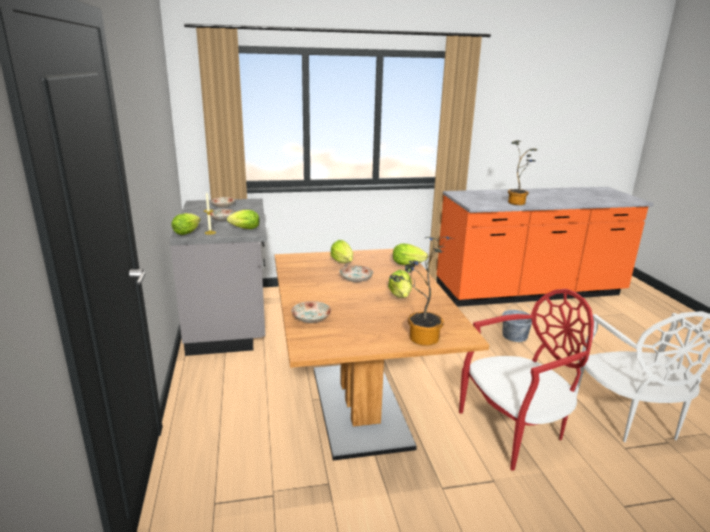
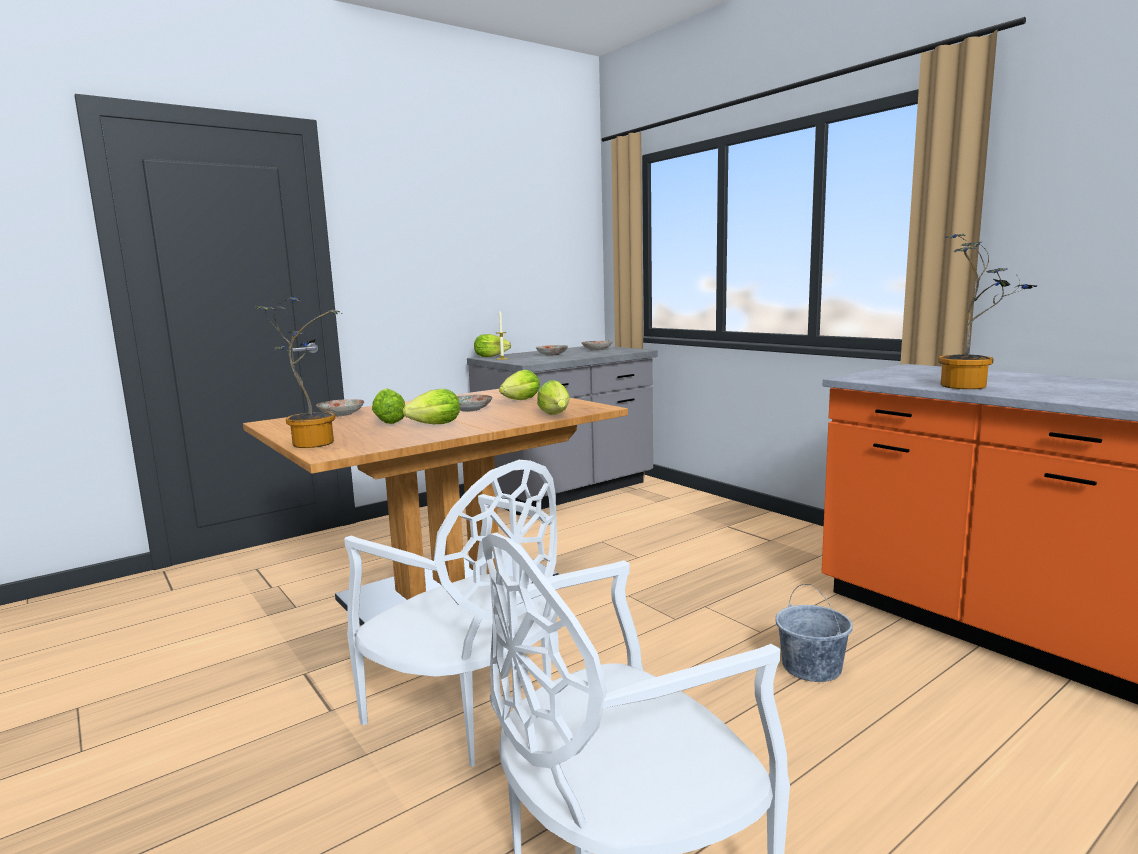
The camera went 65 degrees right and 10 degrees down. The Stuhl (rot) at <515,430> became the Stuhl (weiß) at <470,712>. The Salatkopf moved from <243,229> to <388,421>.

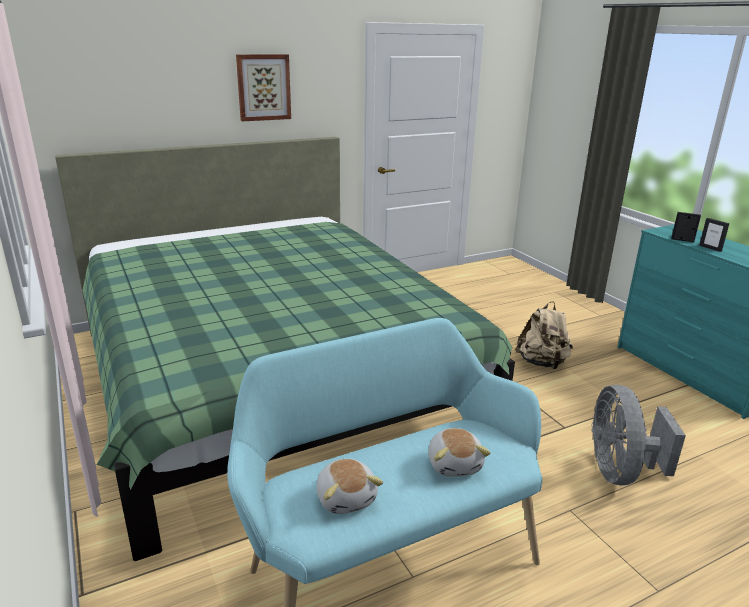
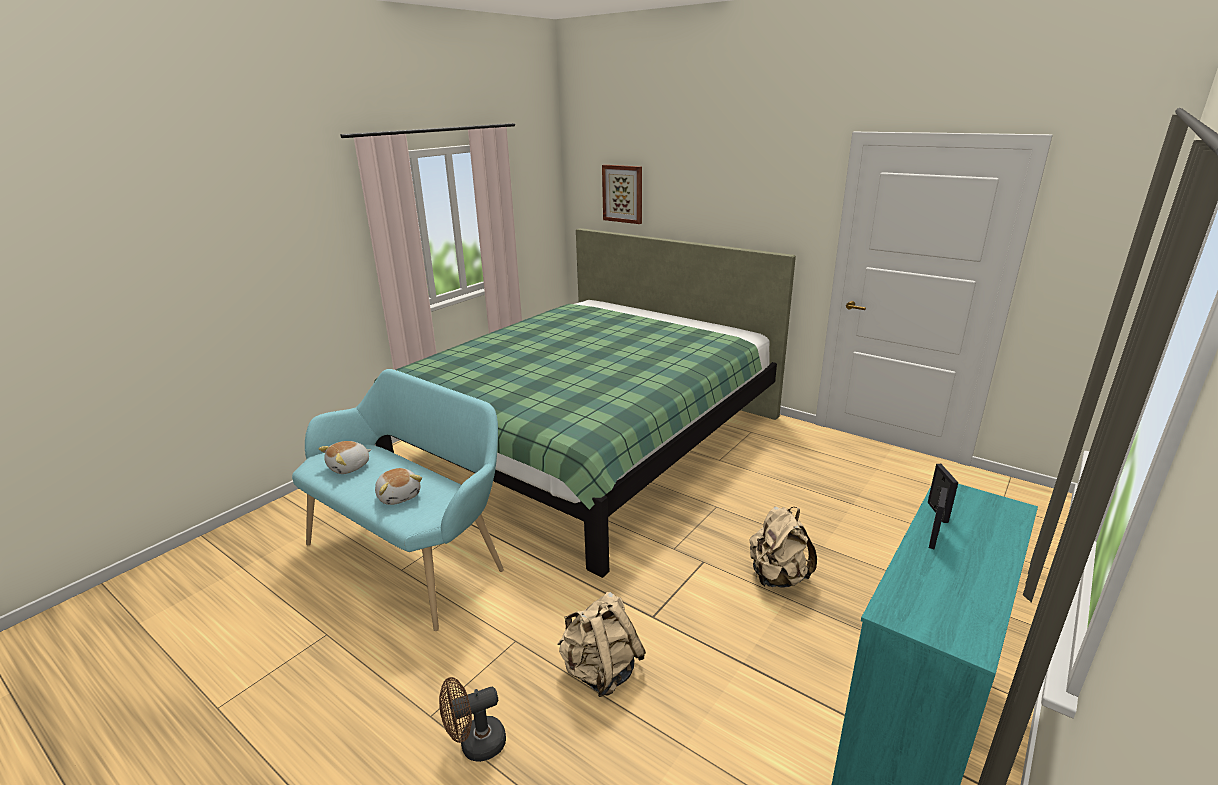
The camera went 65 degrees right and 0 degrees up. The Plüschtier at <455,464> turned 90 degrees counterclockwise. The Ventilator (braun) at <475,745> appeared. The Ventilator (grau) at <620,471> was replaced by the Rucksack (beige) at <600,671>. The Bild moved from <263,87> to <623,194>.

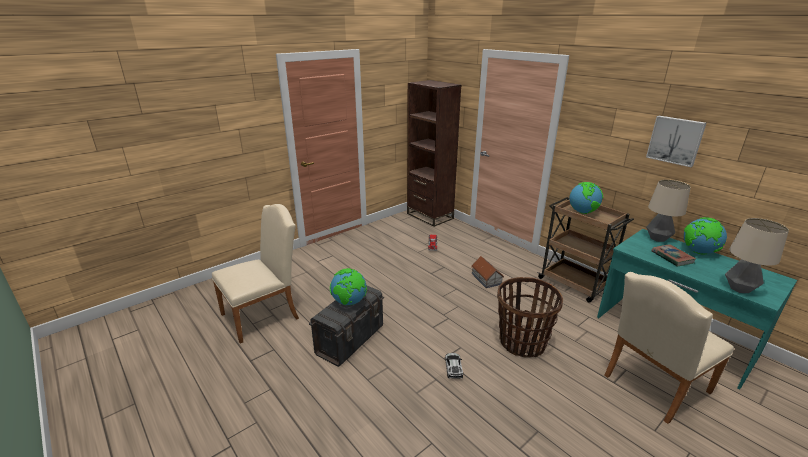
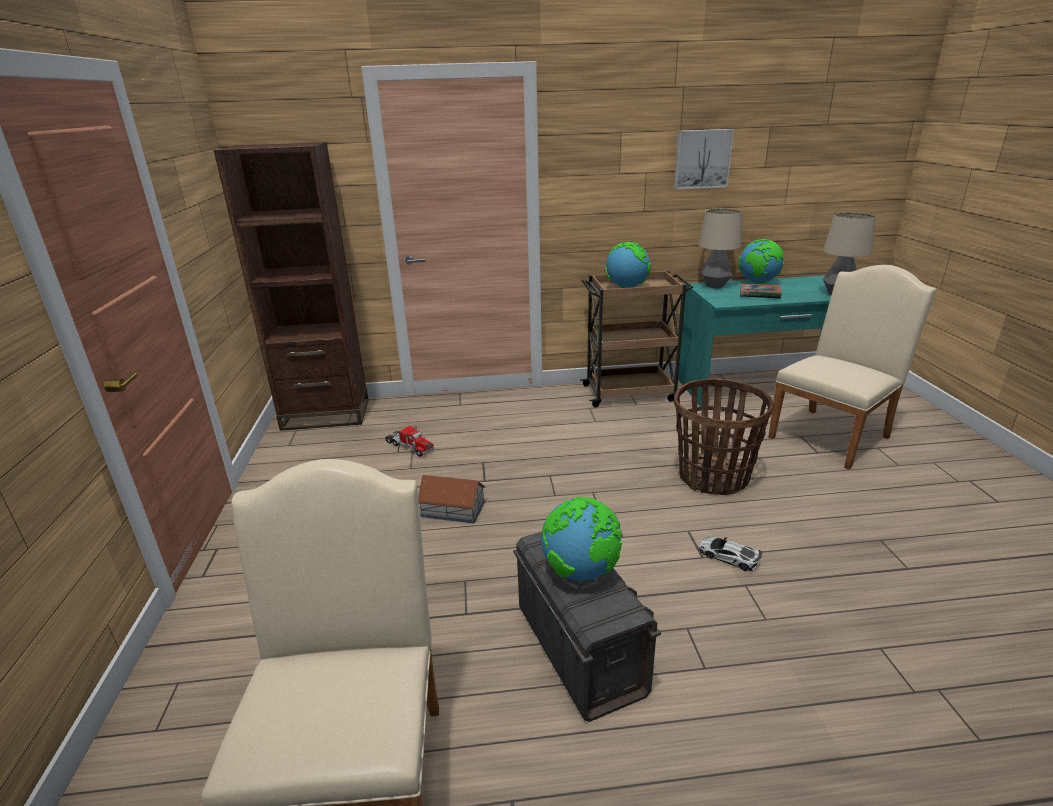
The camera went 55 degrees left and 0 degrees up. The Spielzeughaus moved from <486,278> to <452,509>. The Stuhl (beige) at <652,386> turned 135 degrees counterclockwise.

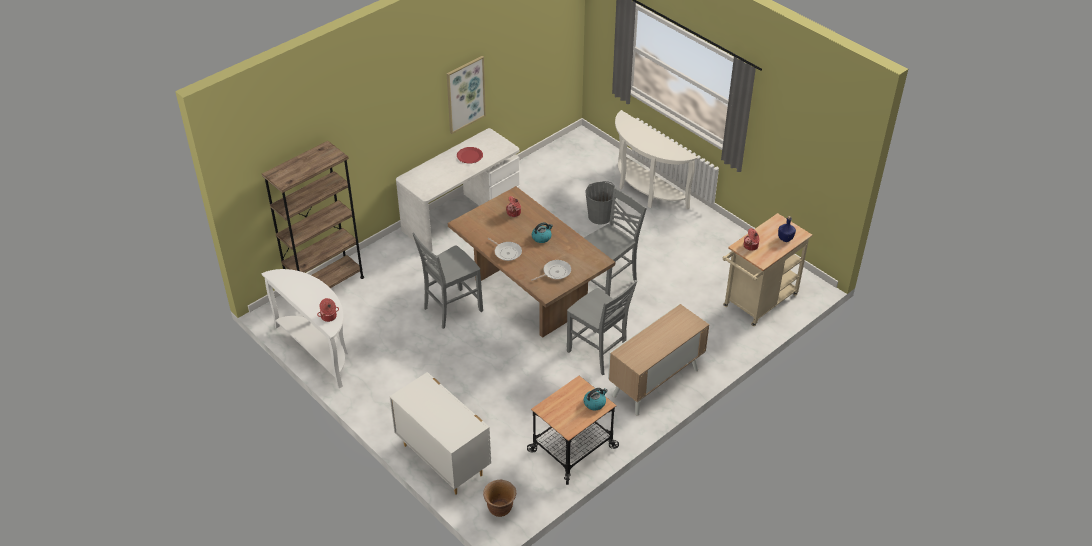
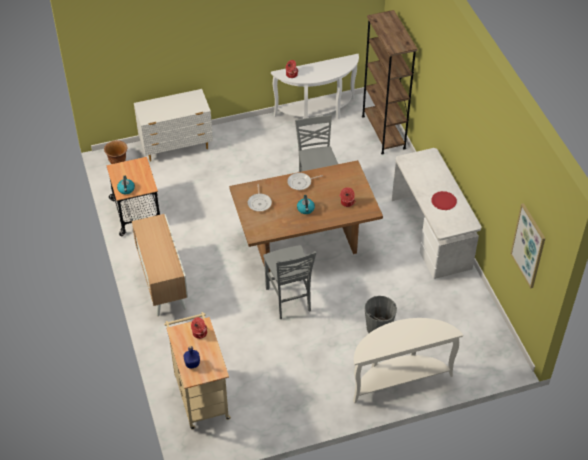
The camera went 115 degrees right and 5 degrees up. The Bild moved from <465,94> to <528,245>. The Stuhl (grau) at <598,354> disappeared.

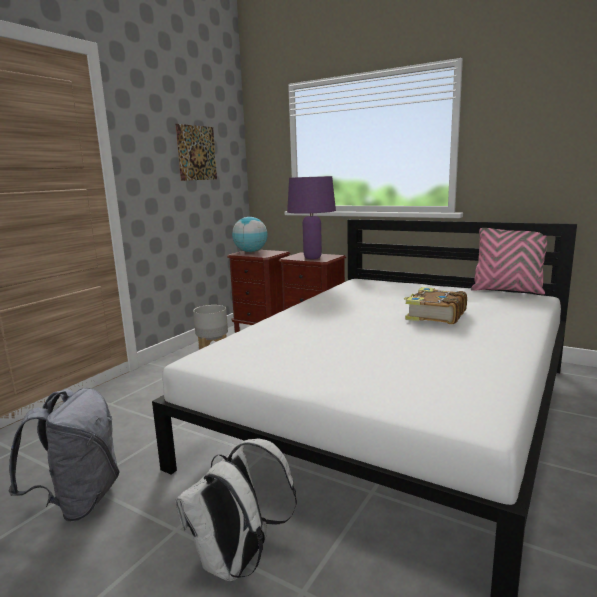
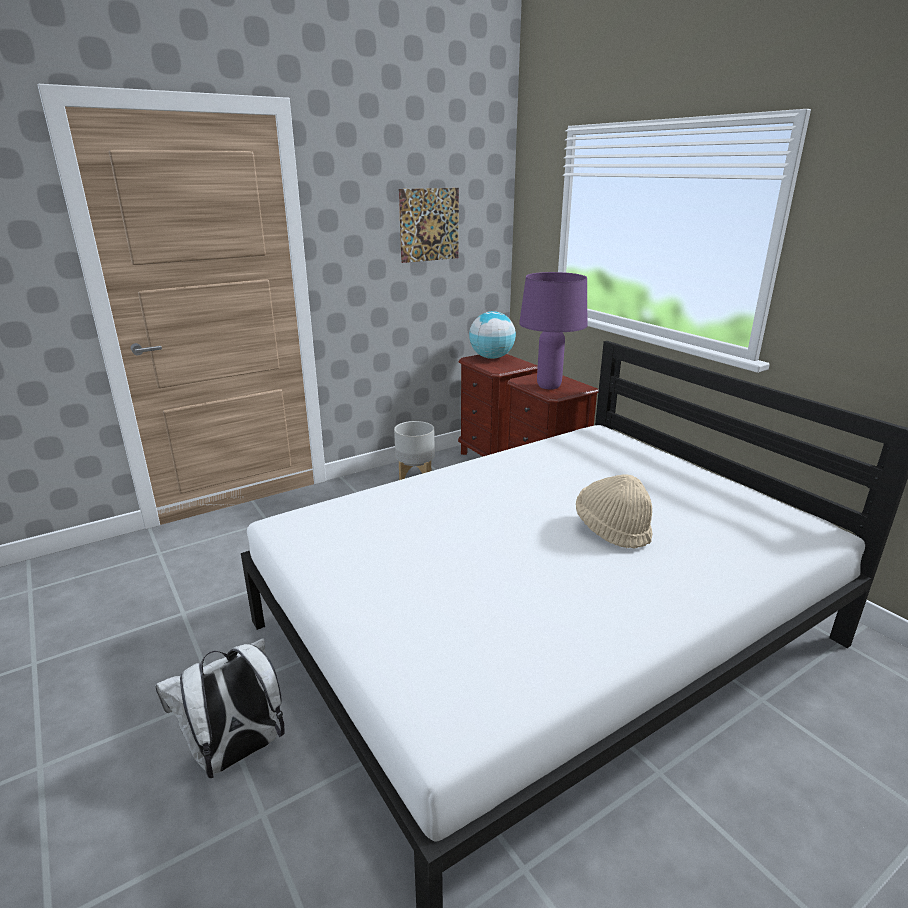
The camera went 25 degrees right and 10 degrees up. The Buch at <434,315> was replaced by the Hut (beige) at <612,529>. The Rucksack (grau) at <79,501> disappeared. The Kissen (rosa) at <507,291> disappeared.

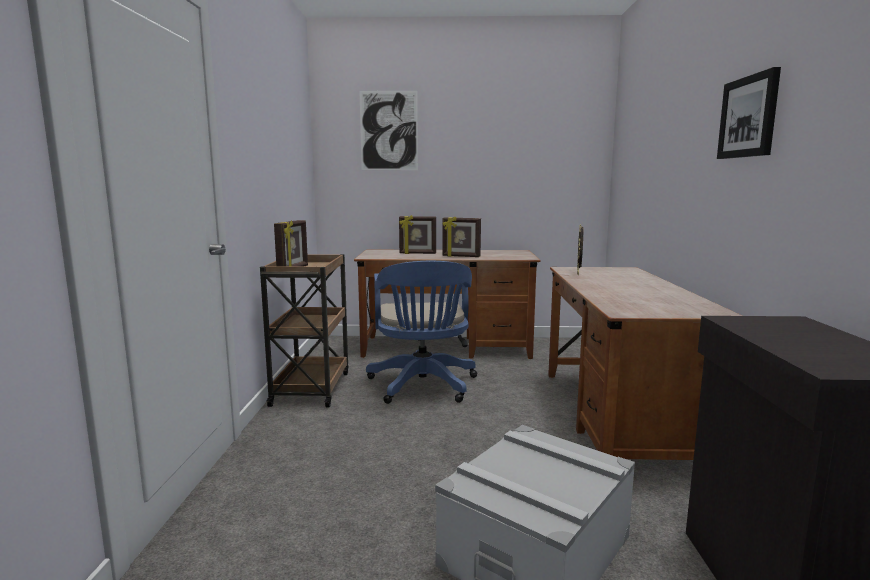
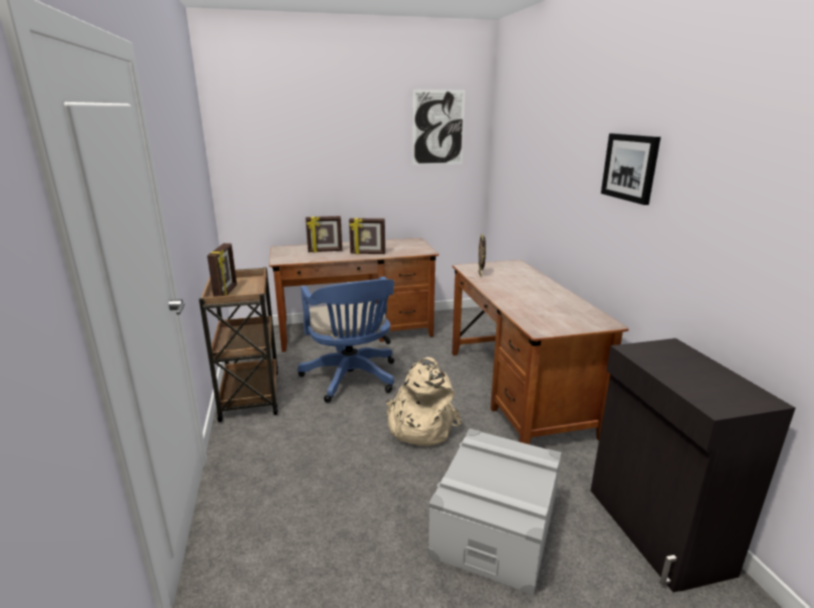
The camera went 15 degrees left and 10 degrees up. The Rucksack (beige) at <419,426> appeared. The Bild moved from <389,131> to <438,128>.

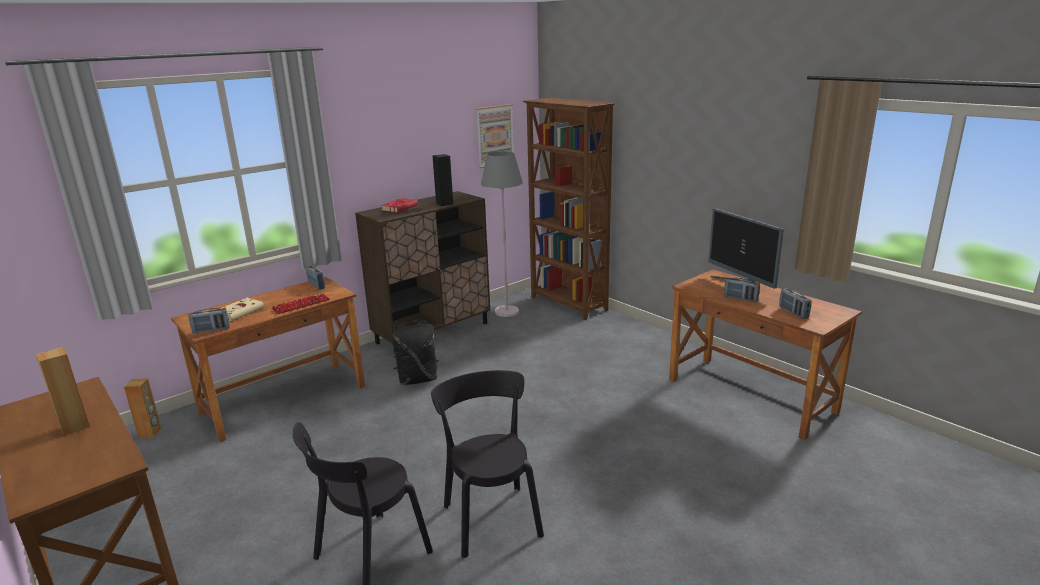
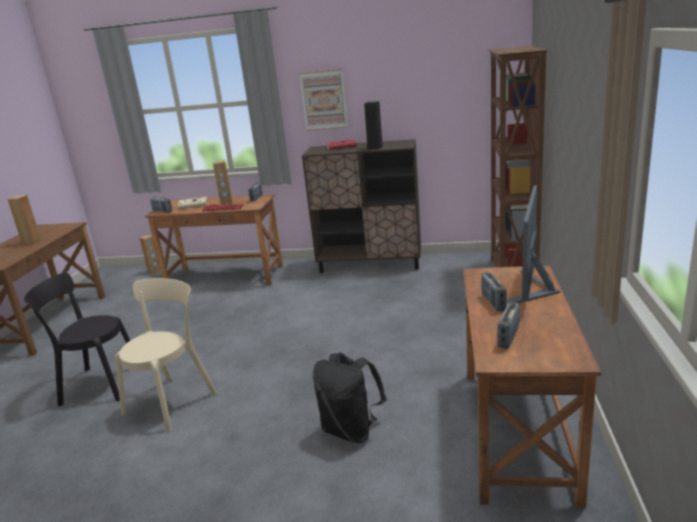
The camera went 50 degrees right and 0 degrees up. The Stuhl (schwarz) at <491,516> became the Stuhl (beige) at <173,401>. The Lautsprecher (braun) at <226,203> appeared. The Bild moved from <494,135> to <324,100>. The Rucksack (schwarz) moved from <418,379> to <351,430>. The Stehlampe (grau) at <507,311> disappeared.

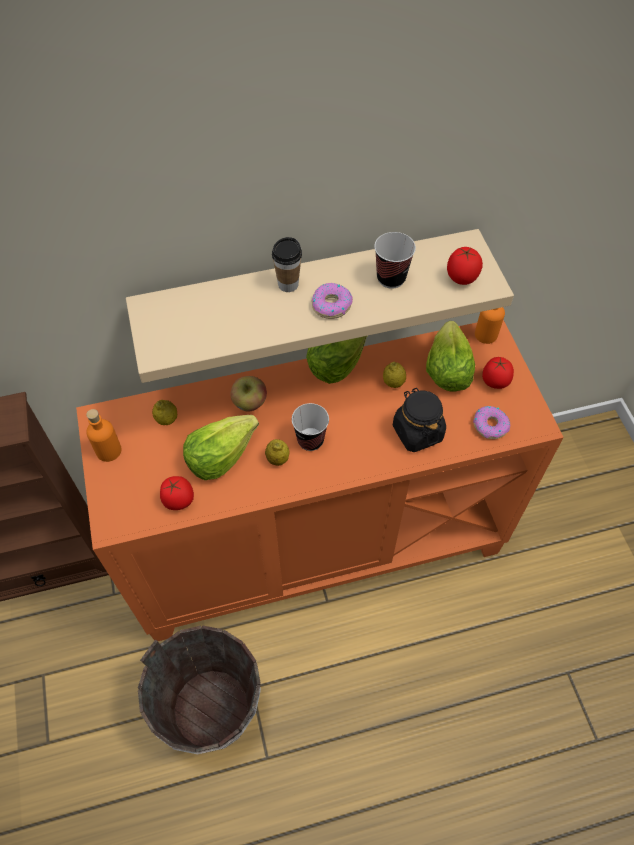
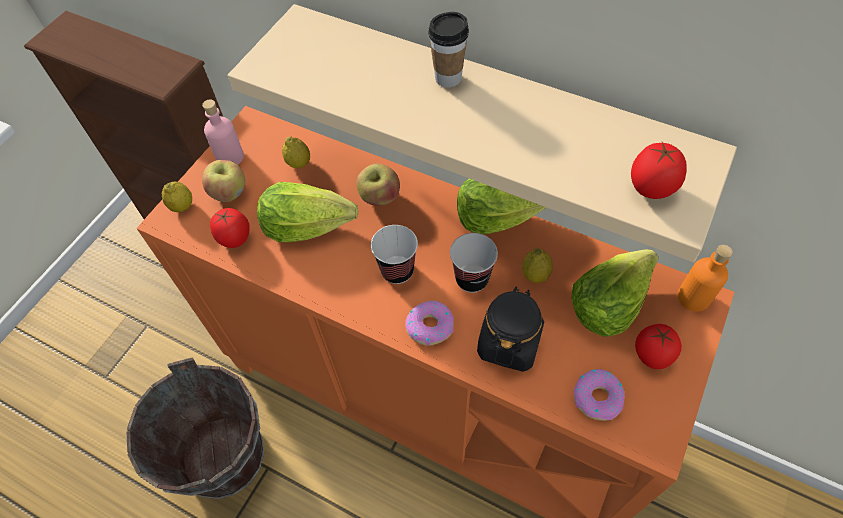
The camera went 45 degrees right and 0 degrees up. The Zitrone moved from <277,459> to <182,206>. The Flasche (orange) at <109,450> became the Flasche (rosa) at <230,157>. The Apfel at <229,193> appeared. The Donut moved from <331,305> to <429,326>. The Tasse moved from <391,278> to <472,279>.

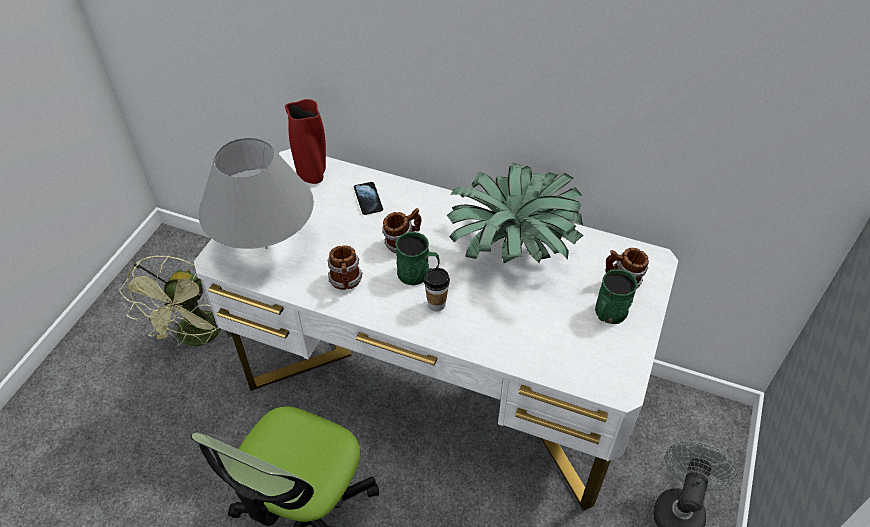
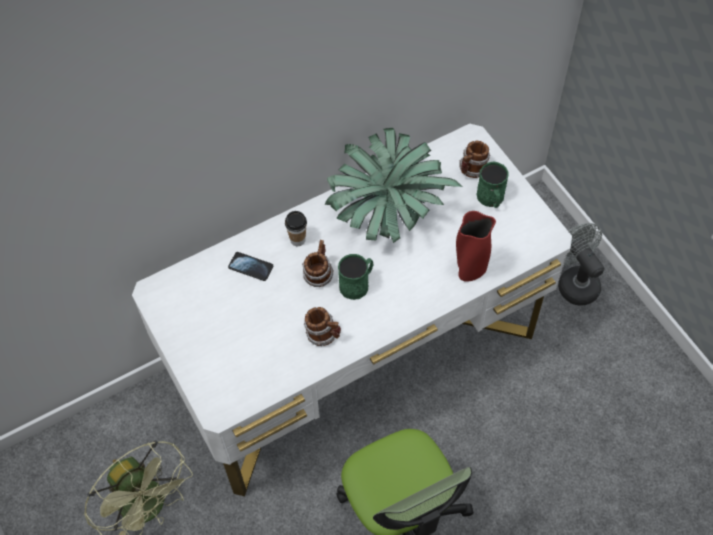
The camera went 50 degrees left and 10 degrees up. The Tasse moved from <436,304> to <297,240>. The Vase (rot) moved from <313,176> to <470,271>. The Tischlampe (grau) at <266,248> disappeared.

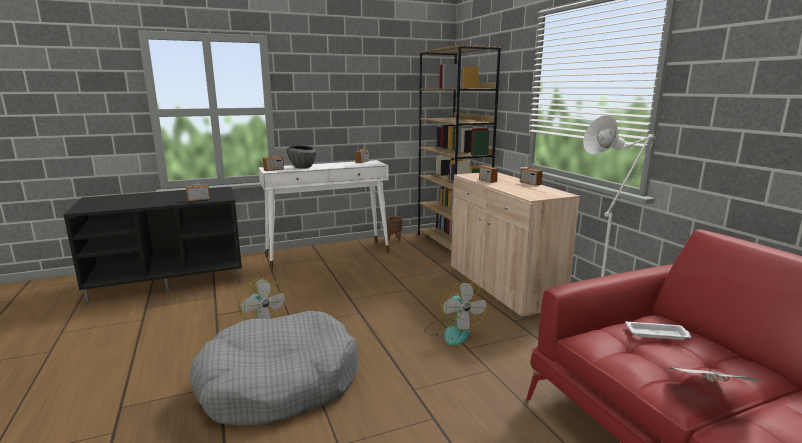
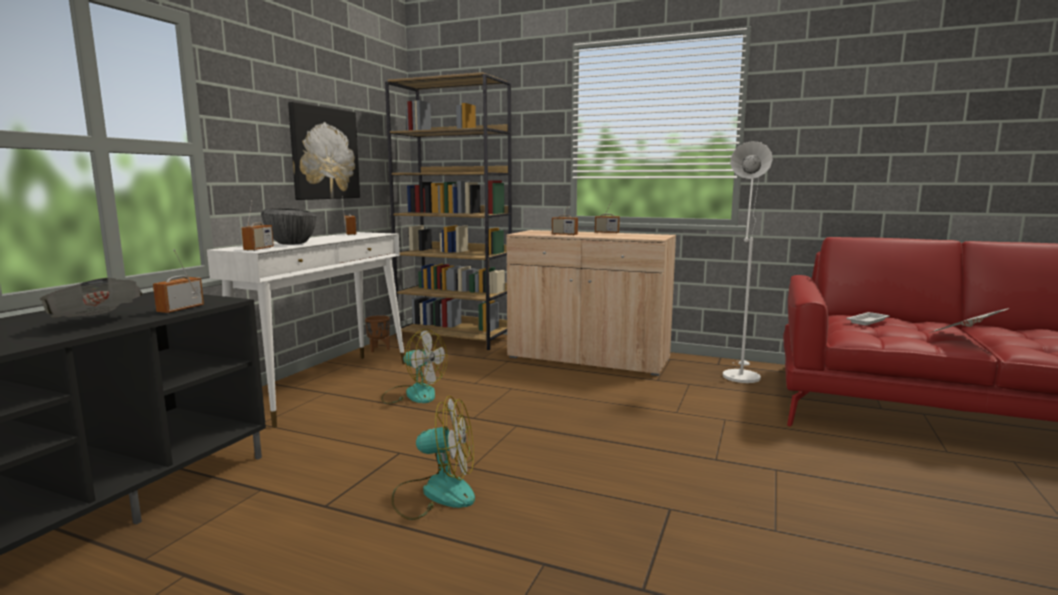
The camera went 45 degrees left and 5 degrees down. The Zeitung at <96,322> appeared. The Bild at <324,153> appeared. The Ventilator moved from <453,332> to <413,394>. The Hundebett (grau) at <279,383> disappeared.

